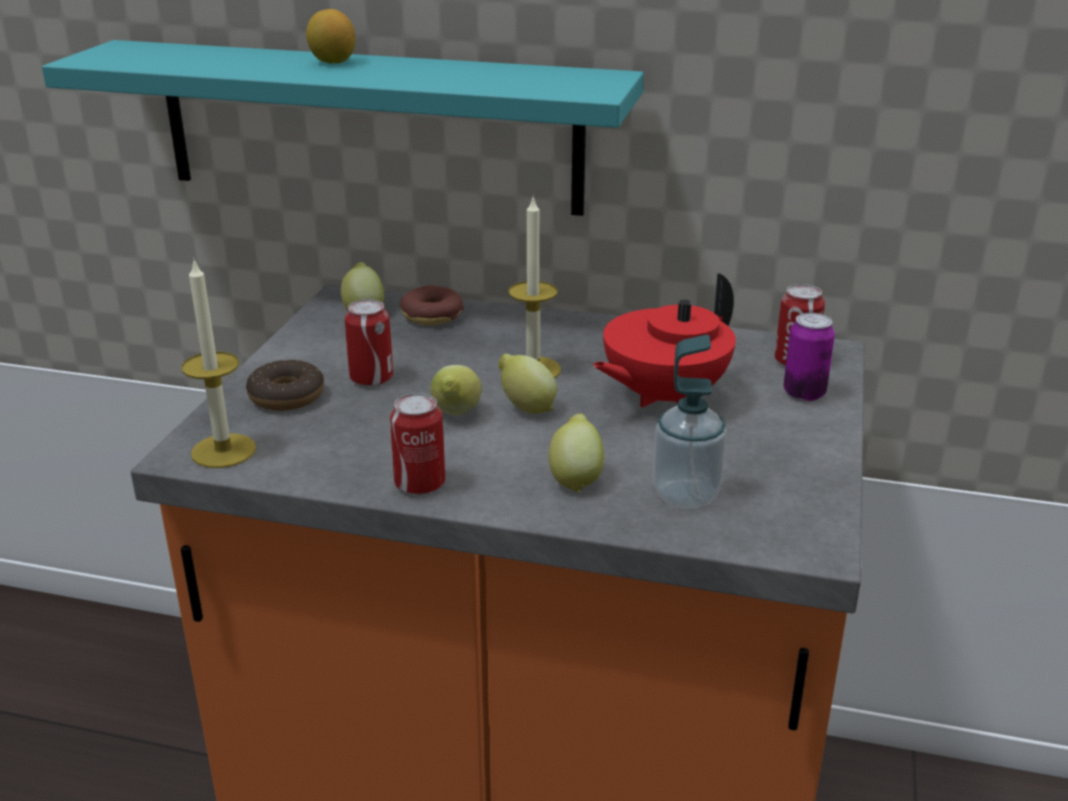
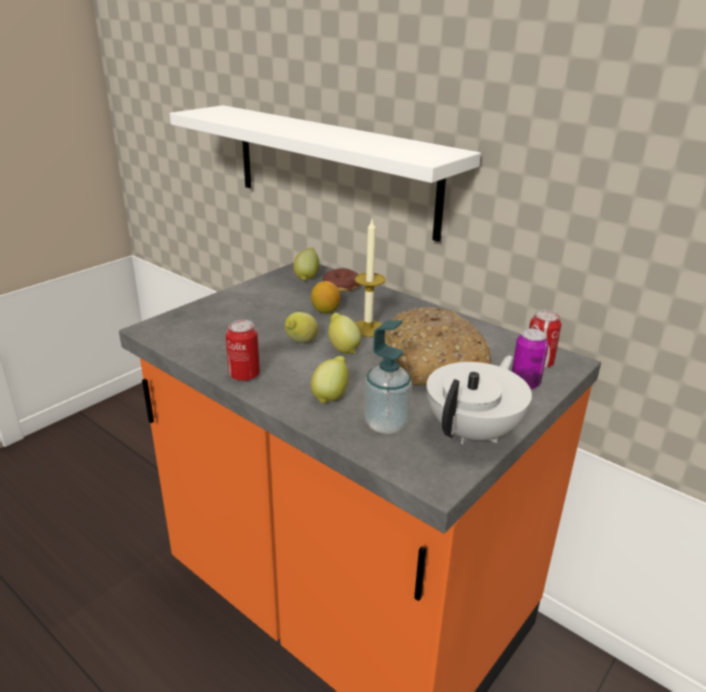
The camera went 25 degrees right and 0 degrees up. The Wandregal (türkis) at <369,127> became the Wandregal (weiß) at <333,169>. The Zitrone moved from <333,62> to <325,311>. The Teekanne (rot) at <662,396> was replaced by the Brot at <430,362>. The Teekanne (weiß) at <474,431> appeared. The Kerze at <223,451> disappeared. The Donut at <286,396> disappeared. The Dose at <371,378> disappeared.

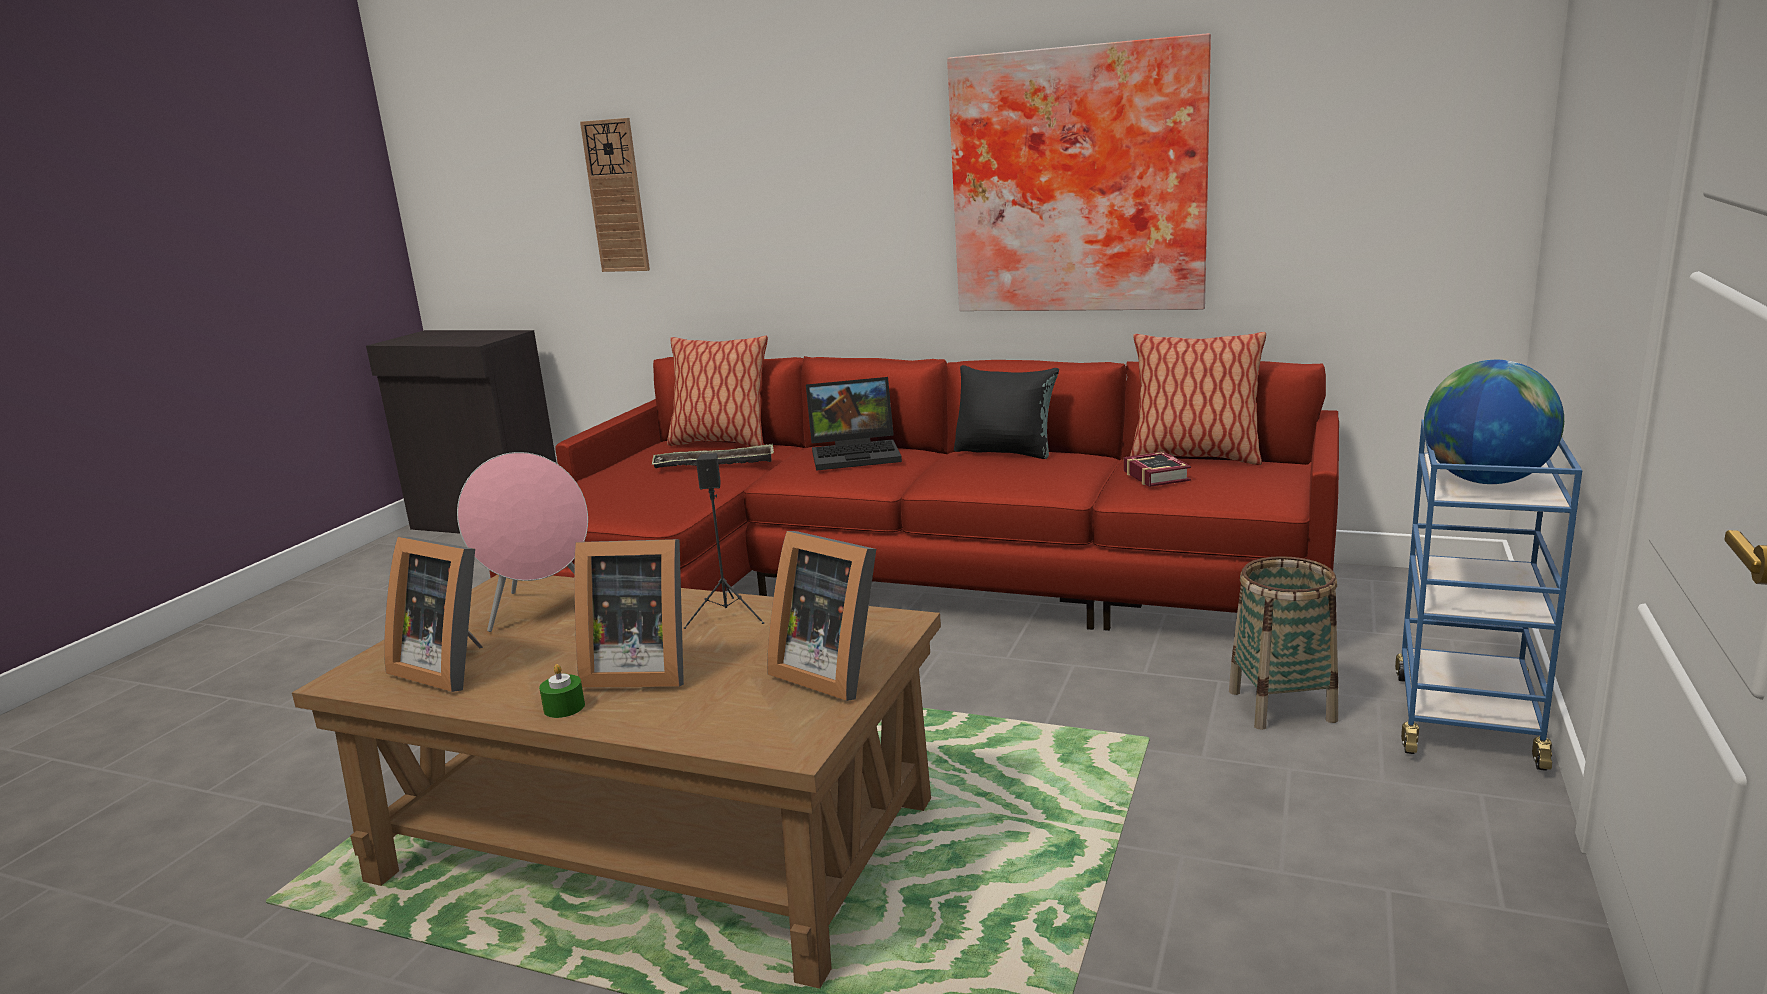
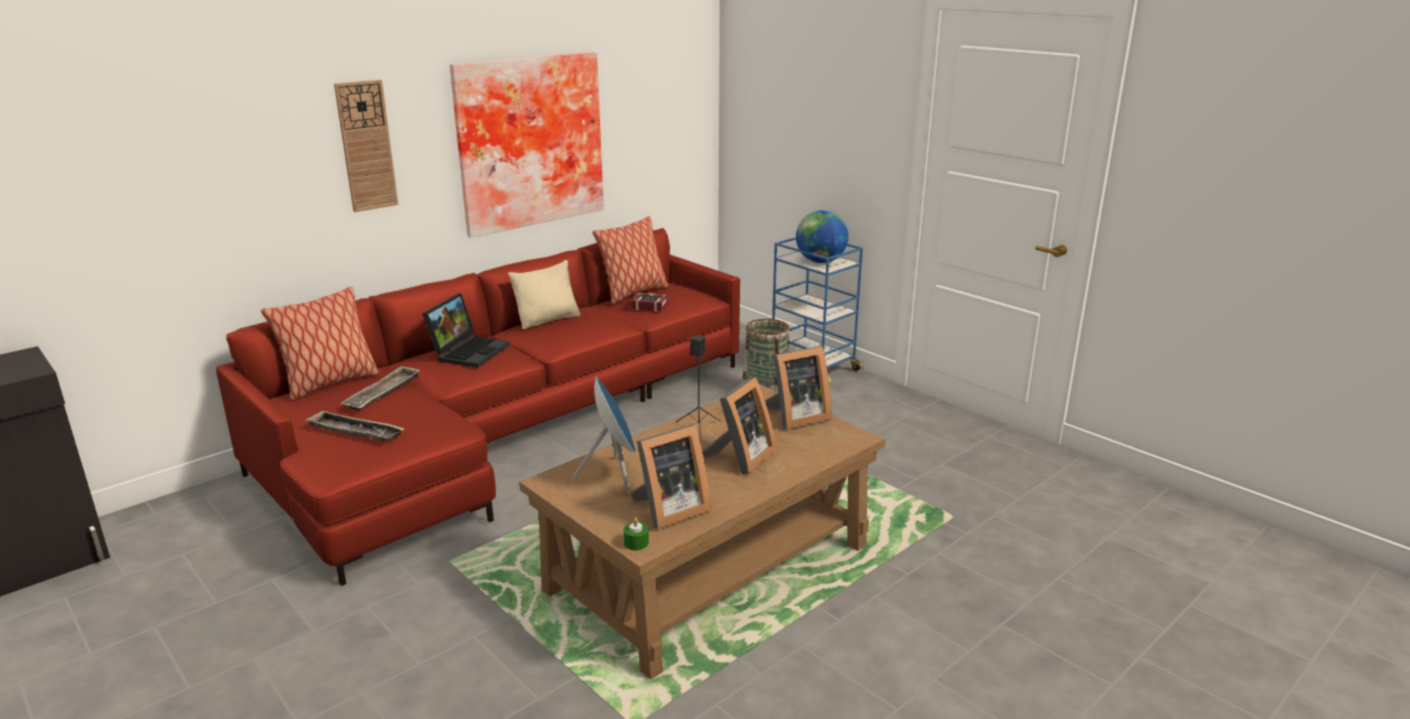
The camera went 65 degrees left and 5 degrees up. The Tablett at <355,432> appeared. The Wanduhr moved from <616,196> to <366,146>. The Kissen (schwarz) at <1005,452> became the Kissen (beige) at <548,320>. The Lautsprecher (rosa) at <539,609> became the Lautsprecher (blau) at <613,476>. The Kerze (grün) moved from <564,707> to <636,543>.

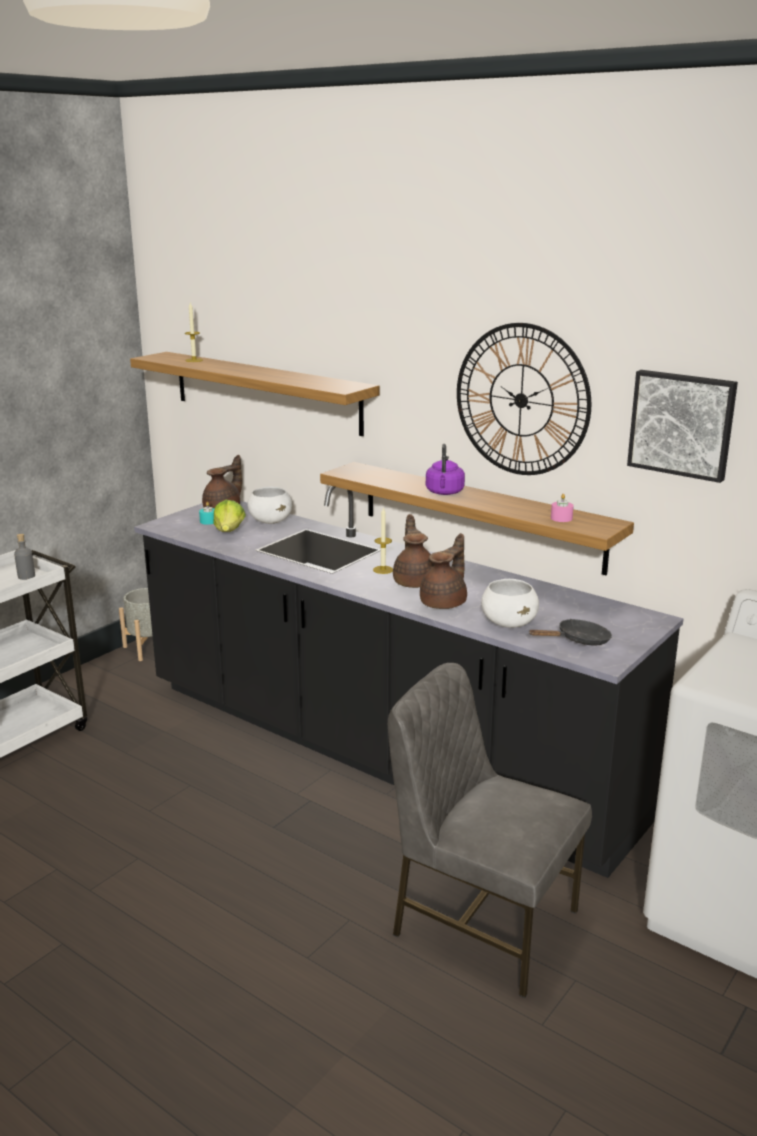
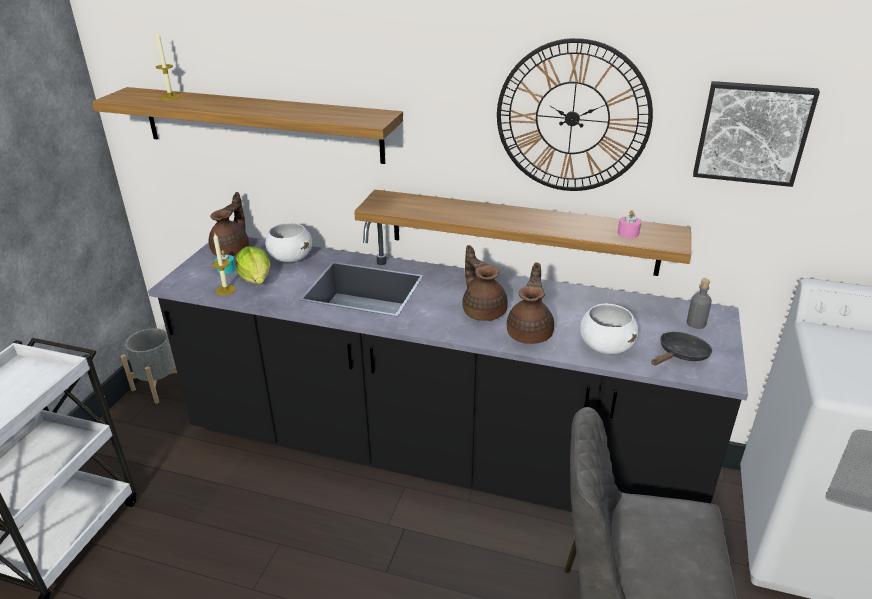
The camera went 20 degrees left and 10 degrees up. The Kerze moved from <383,570> to <225,290>. The Flasche (grau) moved from <26,576> to <696,323>. The Wasserkessel (lila) at <444,493> disappeared.

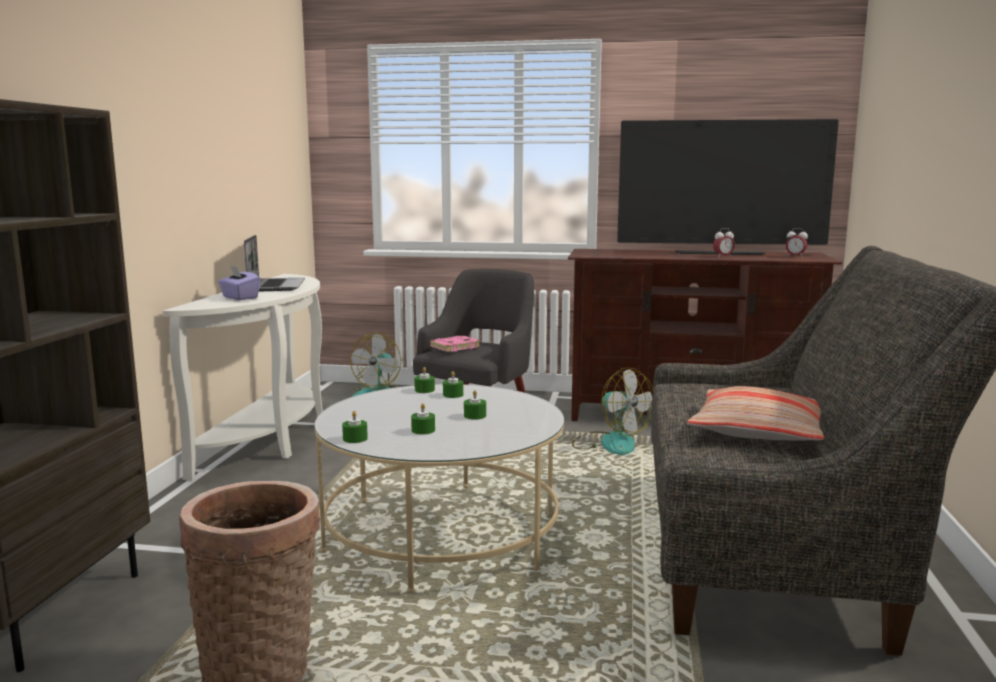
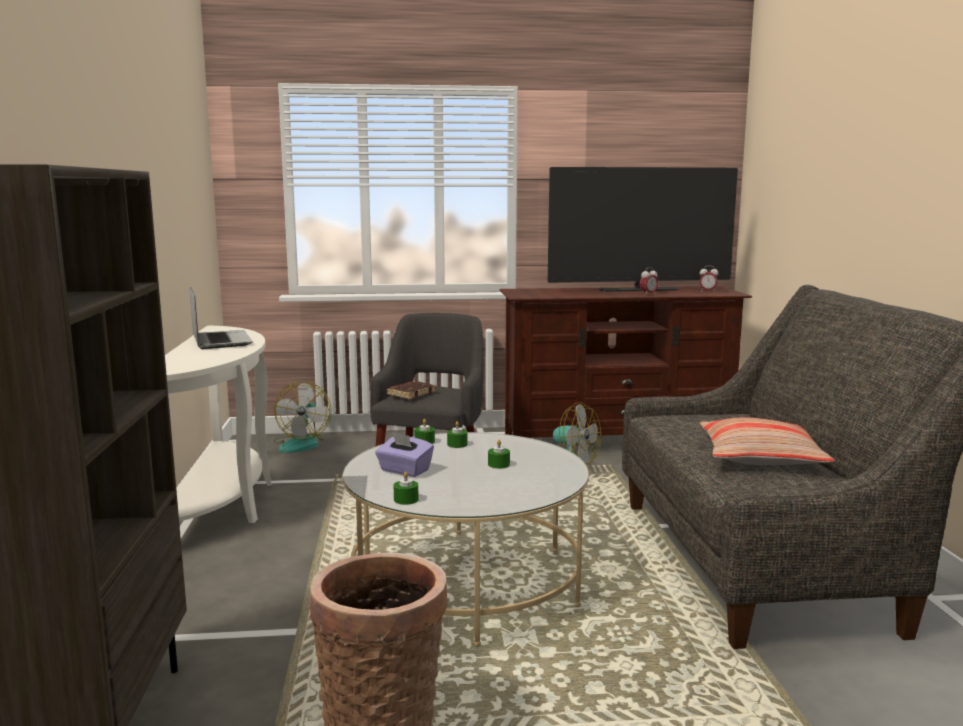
The camera went 15 degrees left and 0 degrees up. The Taschentuchbox (lila) moved from <239,297> to <404,470>. The Buch (rosa) at <455,347> became the Buch (braun) at <411,393>. The Kerze (grün) at <423,430> disappeared.

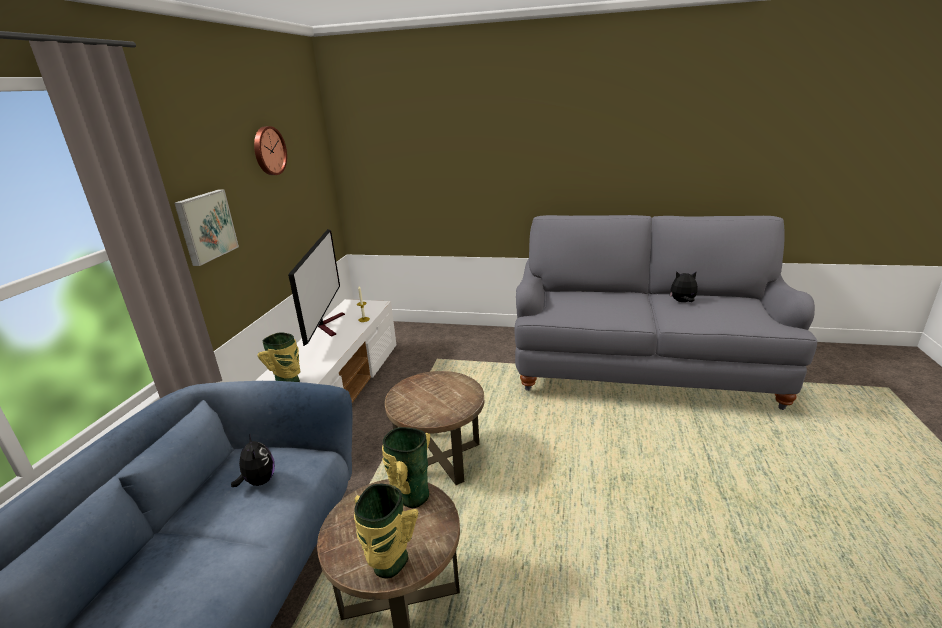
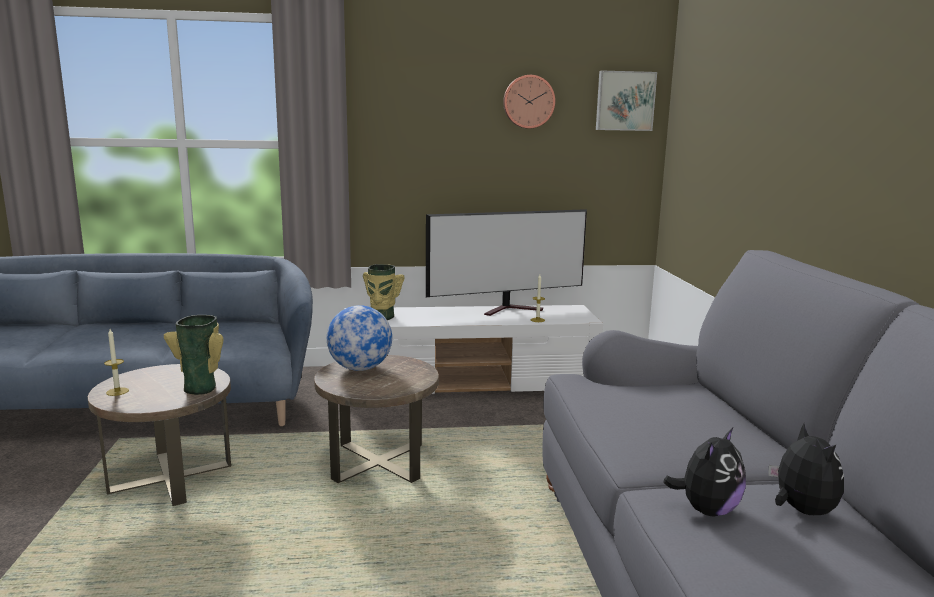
The camera went 70 degrees right and 10 degrees down. The Vase at <388,563> was replaced by the Kerze at <117,391>. The Globus at <360,368> appeared. The Bild moved from <205,226> to <624,101>. The Plüschtier moved from <258,481> to <706,510>.

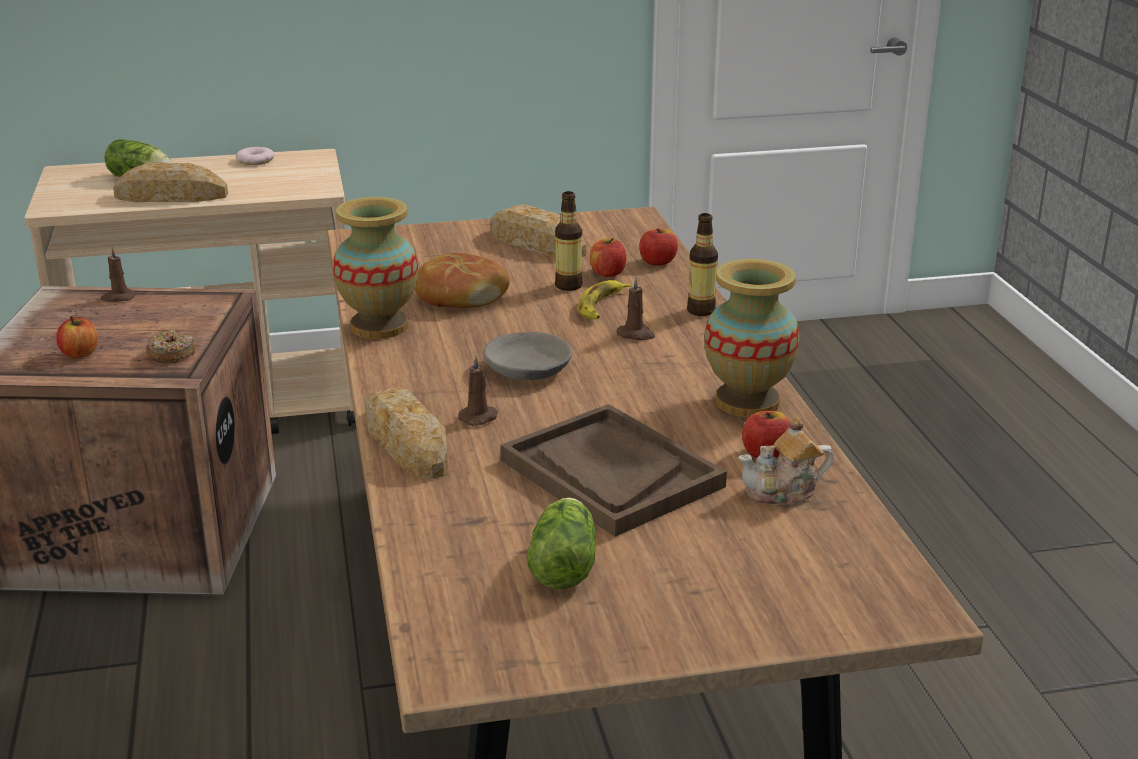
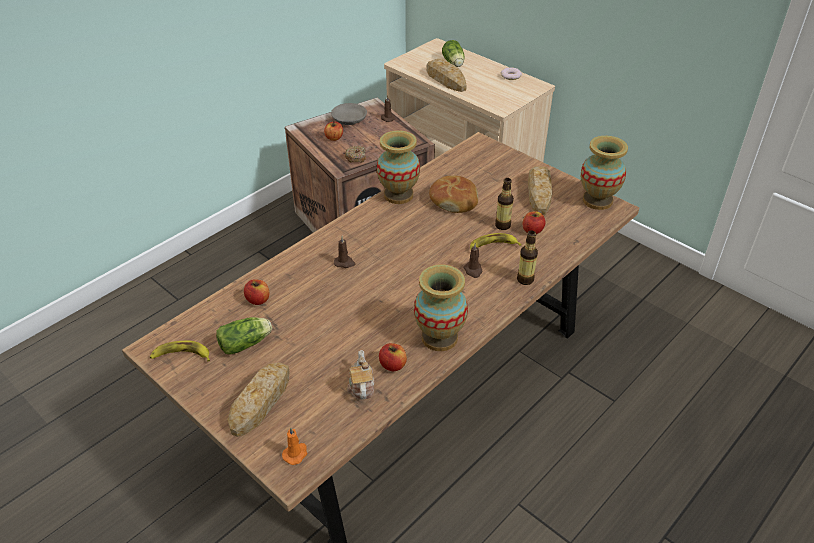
The camera went 55 degrees right and 15 degrees up. The Banane at <181,355> appeared. The Brot moved from <405,442> to <261,401>. The Apfel moved from <657,262> to <258,300>. The Kerze (orange) at <295,453> appeared. The Schüssel (grau) moved from <528,370> to <348,119>. The Teekanne at <784,492> turned 45 degrees clockwise. The Vase at <597,200> appeared. The Tablett (braun) at <610,473> disappeared.

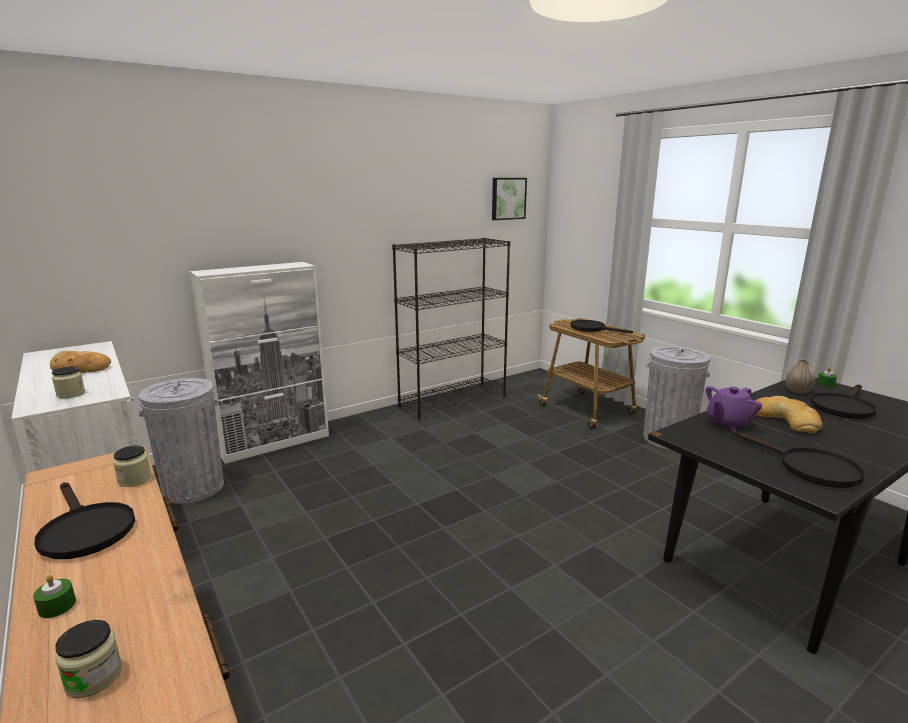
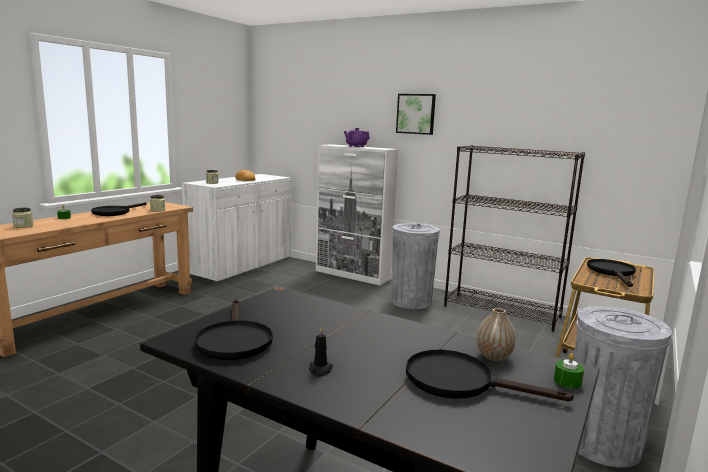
The camera went 65 degrees right and 5 degrees down. The Pfanne (schwarz) at <807,467> turned 45 degrees counterclockwise. The Kerze (schwarz) at <320,370> appeared. The Teekanne (lila) moved from <728,423> to <356,146>. The Mülleimer (grau) moved from <193,487> to <411,301>. The Bild moved from <507,198> to <416,114>. The Brot at <786,419> disappeared.

